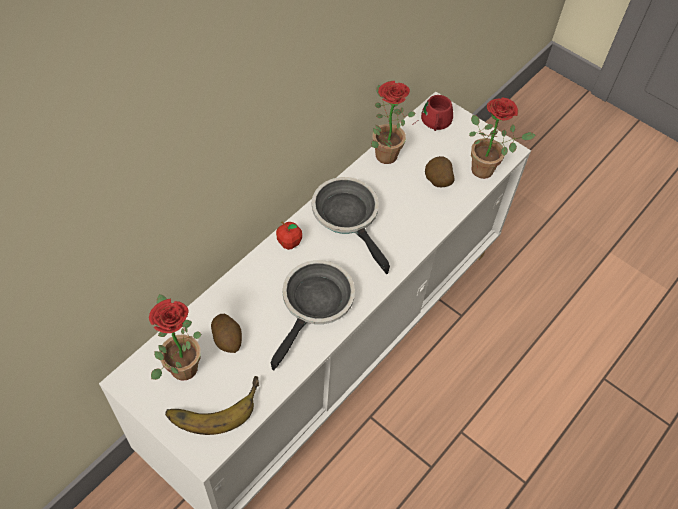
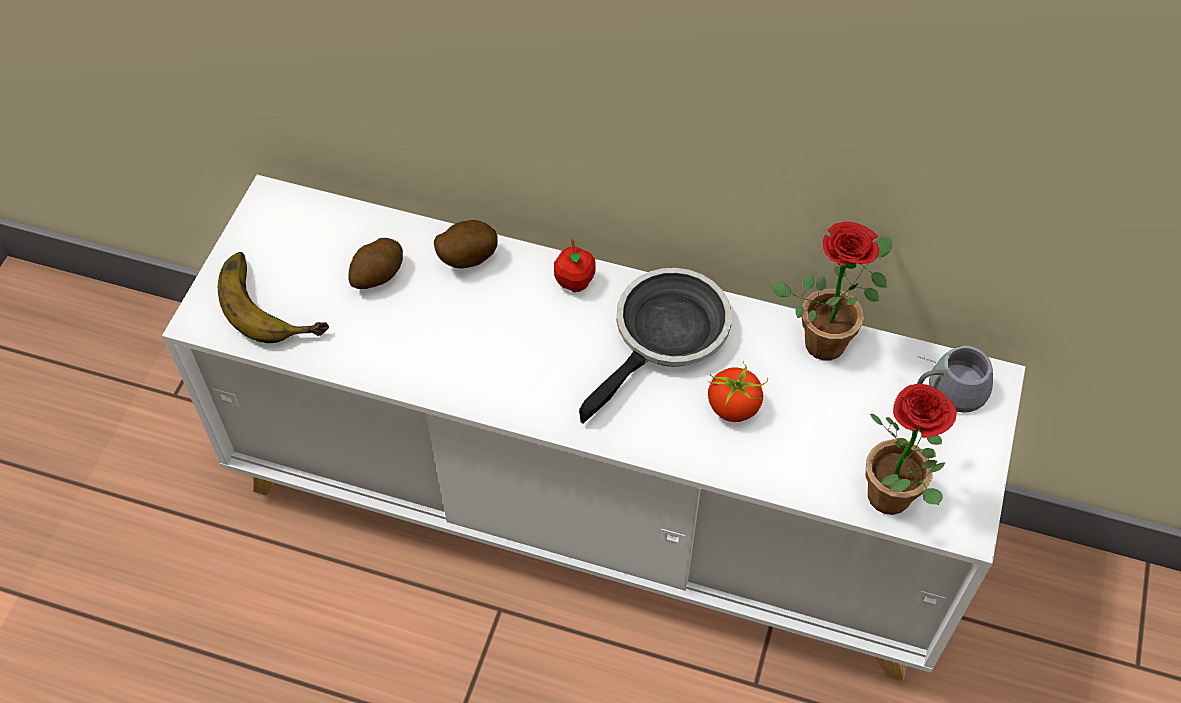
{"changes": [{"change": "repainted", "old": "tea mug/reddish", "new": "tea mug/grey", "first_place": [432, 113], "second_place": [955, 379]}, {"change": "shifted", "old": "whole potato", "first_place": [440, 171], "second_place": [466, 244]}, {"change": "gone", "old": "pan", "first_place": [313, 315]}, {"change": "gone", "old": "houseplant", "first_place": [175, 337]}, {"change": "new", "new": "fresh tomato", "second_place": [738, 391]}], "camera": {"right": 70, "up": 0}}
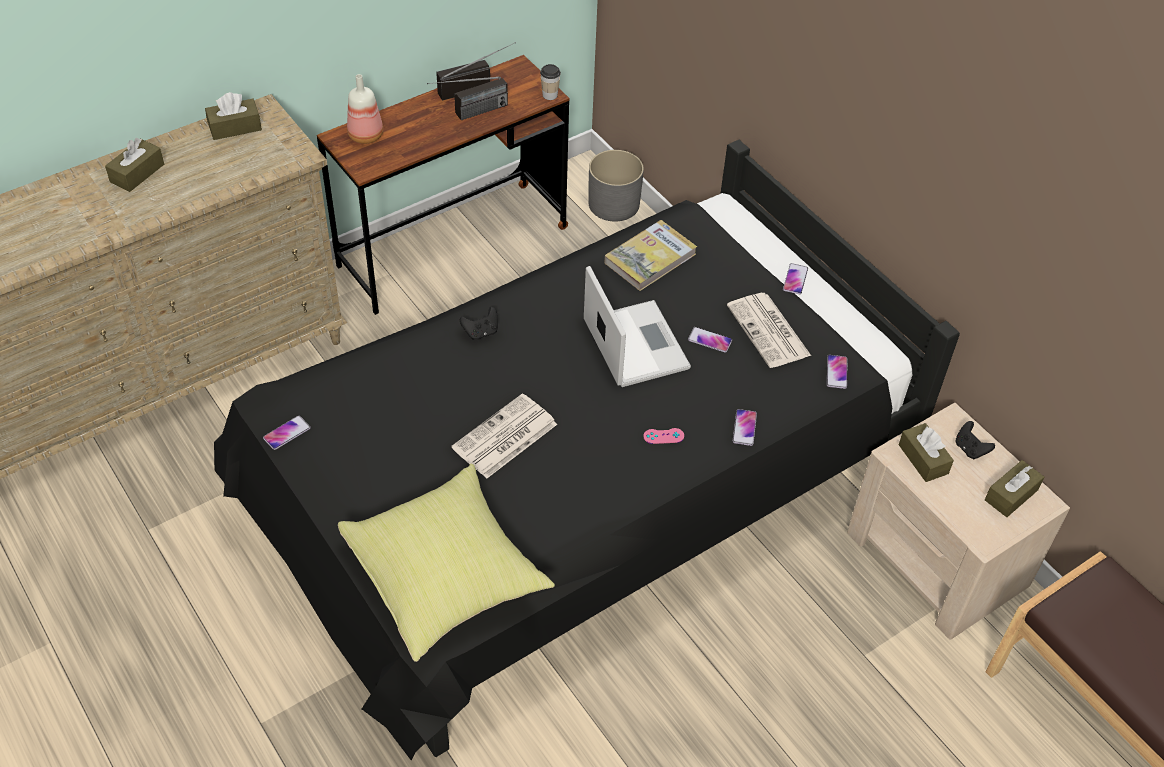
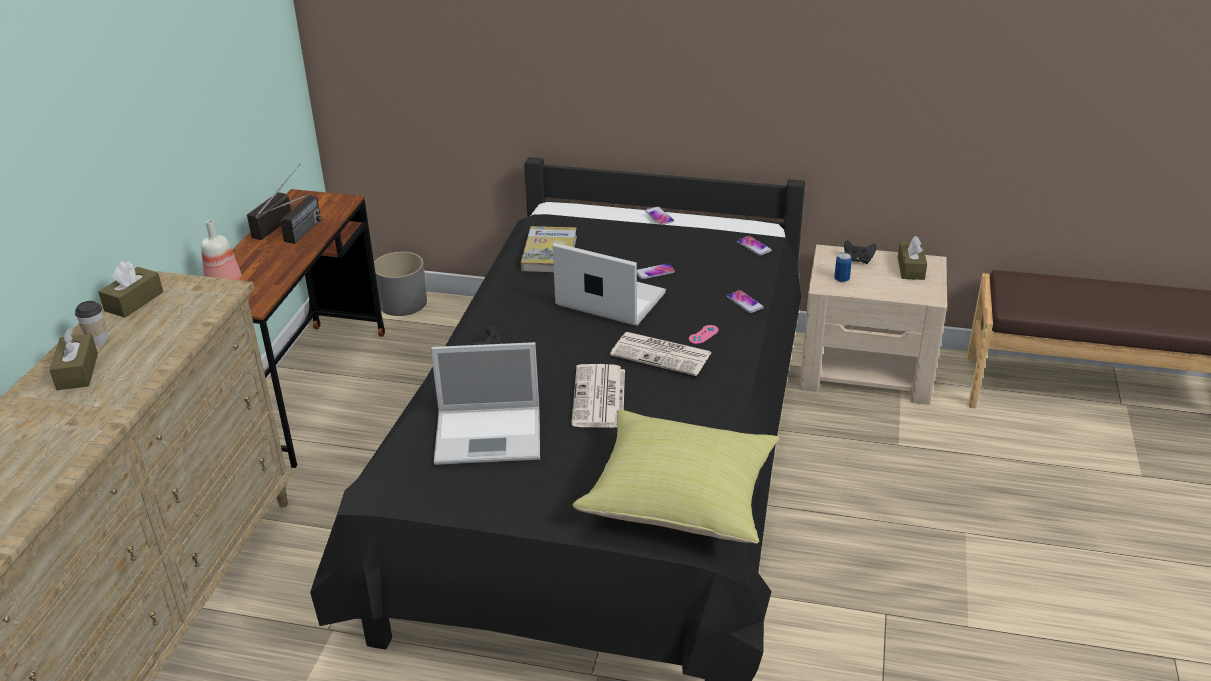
{"changes": [{"change": "shifted", "old": "small cup", "first_place": [550, 82], "second_place": [91, 323]}, {"change": "shifted", "old": "printed paper", "first_place": [769, 330], "second_place": [661, 354]}, {"change": "gone", "old": "phone", "first_place": [287, 433]}, {"change": "swapped", "old": "box of tissues/brown-coloured", "new": "can", "first_place": [926, 452], "second_place": [843, 267]}, {"change": "new", "new": "portable computer", "second_place": [485, 403]}], "camera": {"right": -40, "up": -15}}
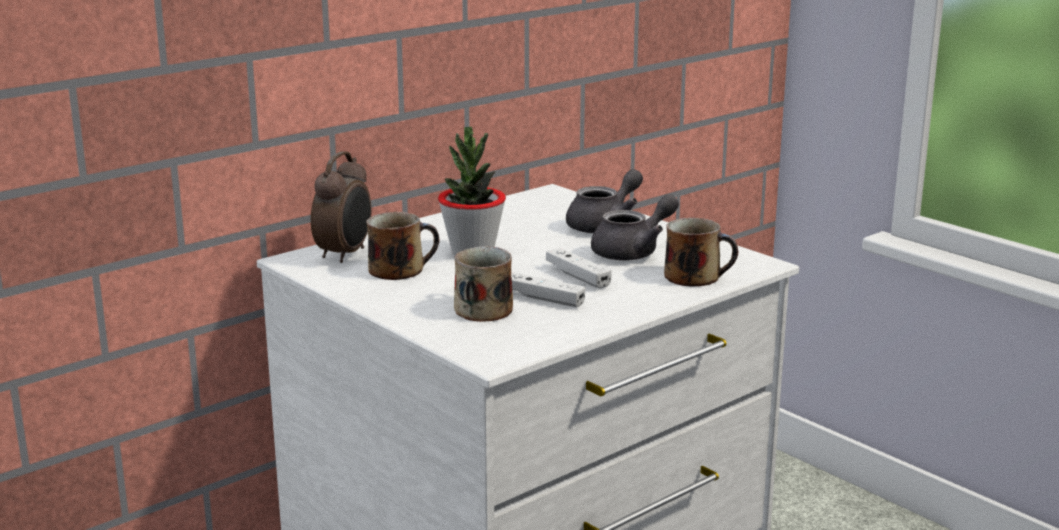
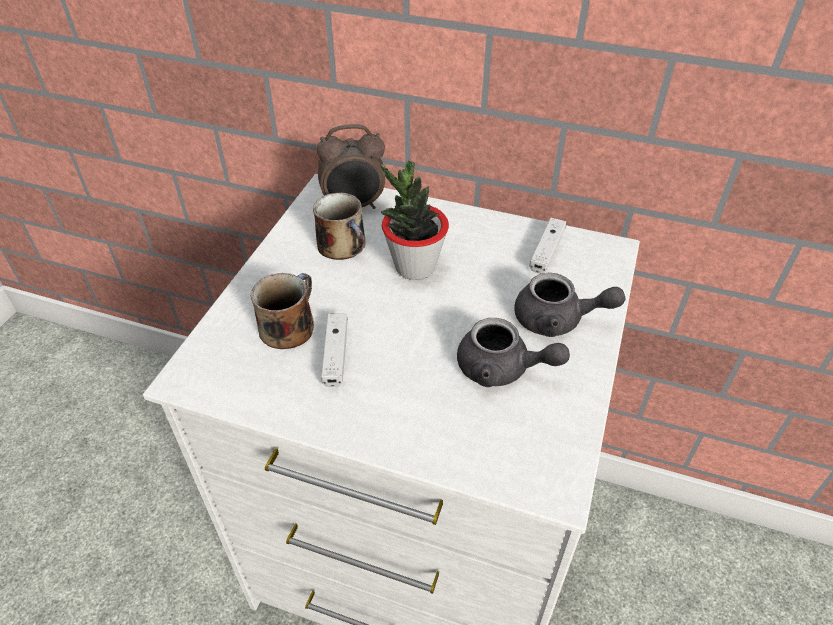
{"changes": [{"change": "gone", "old": "tea mug", "first_place": [701, 252]}, {"change": "shifted", "old": "game controller/whitish", "first_place": [579, 268], "second_place": [547, 246]}], "camera": {"right": 60, "up": 25}}
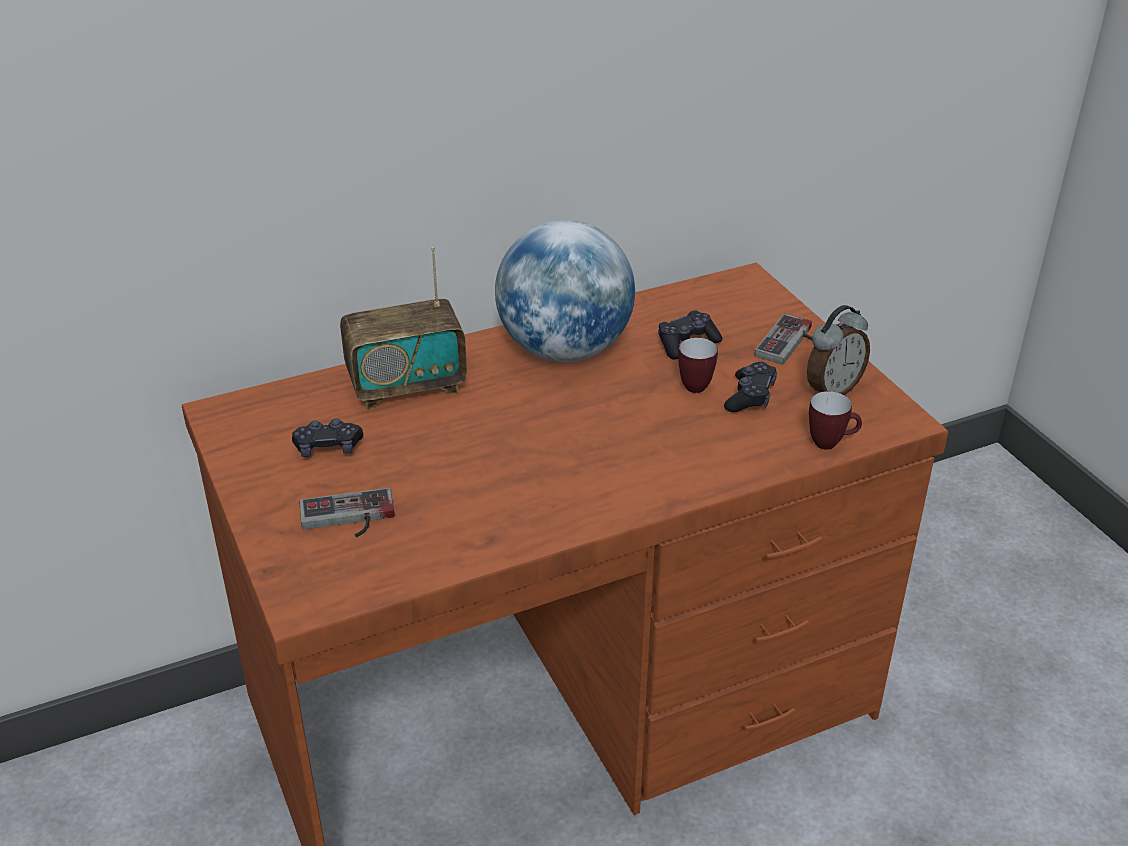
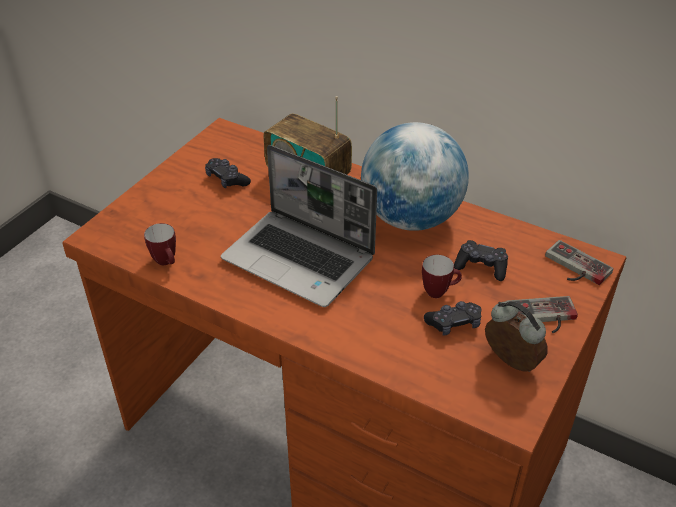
{"changes": [{"change": "rotated", "old": "alarm clock", "first_place": [838, 350], "second_place": [516, 336], "degrees": -150}, {"change": "shifted", "old": "tea mug", "first_place": [835, 420], "second_place": [160, 244]}, {"change": "shifted", "old": "game controller", "first_place": [347, 512], "second_place": [579, 262]}, {"change": "new", "new": "portable computer", "second_place": [299, 226]}], "camera": {"right": 55, "up": 5}}
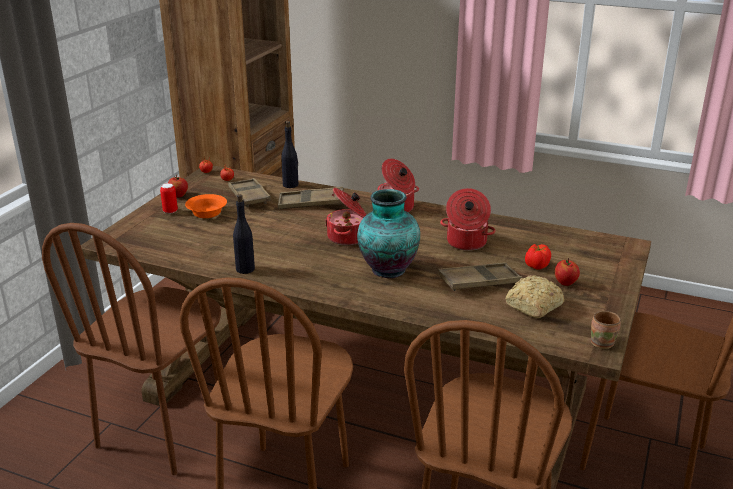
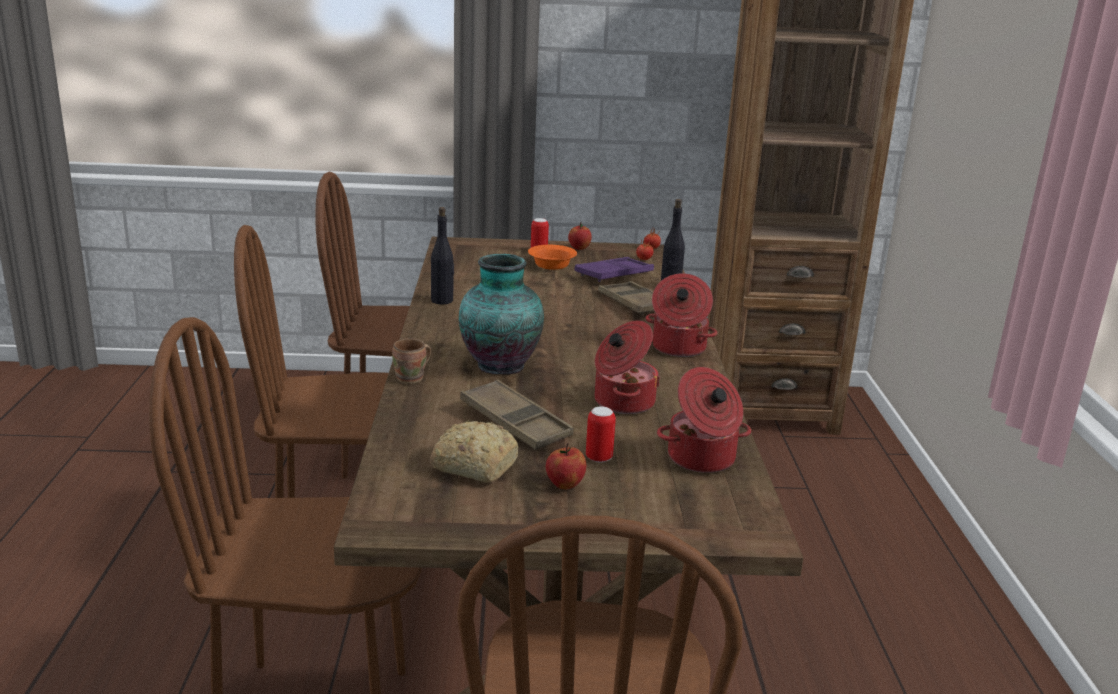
{"changes": [{"change": "repainted", "old": "tray/brown-coloured", "new": "tray/purple", "first_place": [249, 192], "second_place": [614, 269]}, {"change": "shifted", "old": "cooking pot", "first_place": [345, 216], "second_place": [704, 420]}, {"change": "swapped", "old": "fresh tomato", "new": "can", "first_place": [538, 257], "second_place": [601, 434]}, {"change": "shifted", "old": "tea mug/brown-coloured", "first_place": [606, 330], "second_place": [411, 361]}], "camera": {"right": 65, "up": -5}}
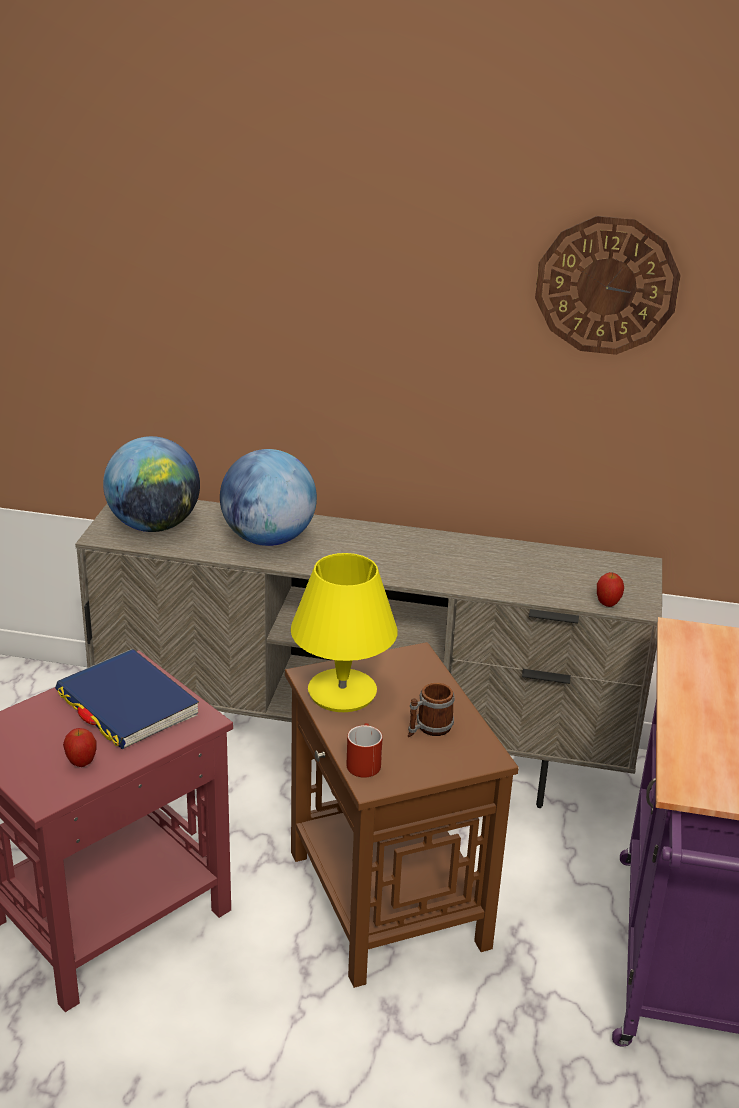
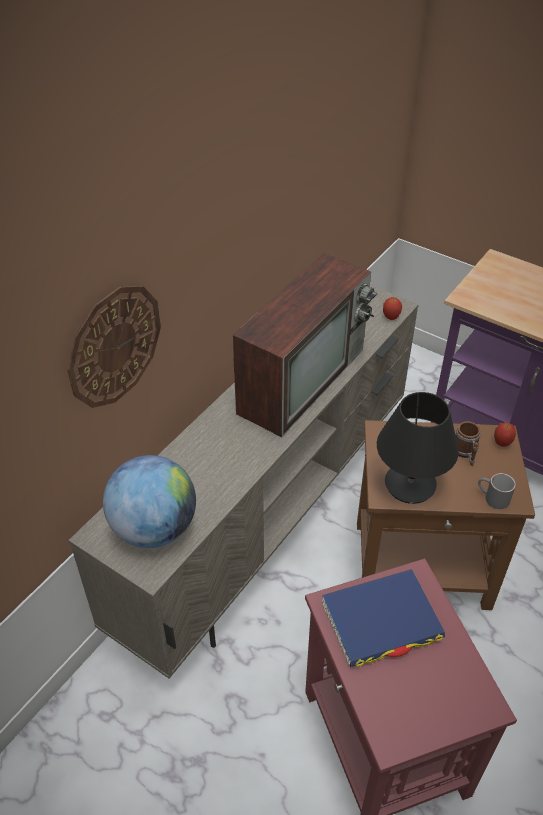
{"changes": [{"change": "shifted", "old": "wall clock", "first_place": [607, 285], "second_place": [114, 347]}, {"change": "gone", "old": "desk globe", "first_place": [268, 497]}, {"change": "repainted", "old": "table lamp/yellow-coloured", "new": "table lamp/black", "first_place": [344, 632], "second_place": [418, 448]}, {"change": "repainted", "old": "tea mug/reddish", "new": "tea mug/grey", "first_place": [364, 750], "second_place": [497, 491]}, {"change": "shifted", "old": "apple", "first_place": [80, 747], "second_place": [505, 434]}, {"change": "new", "new": "TV set", "second_place": [304, 345]}], "camera": {"right": -65, "up": 15}}
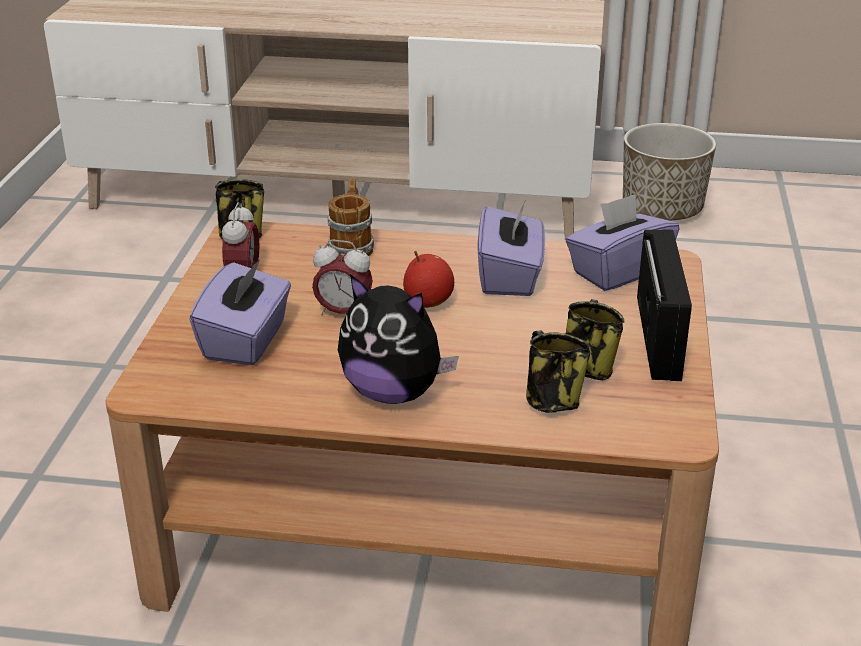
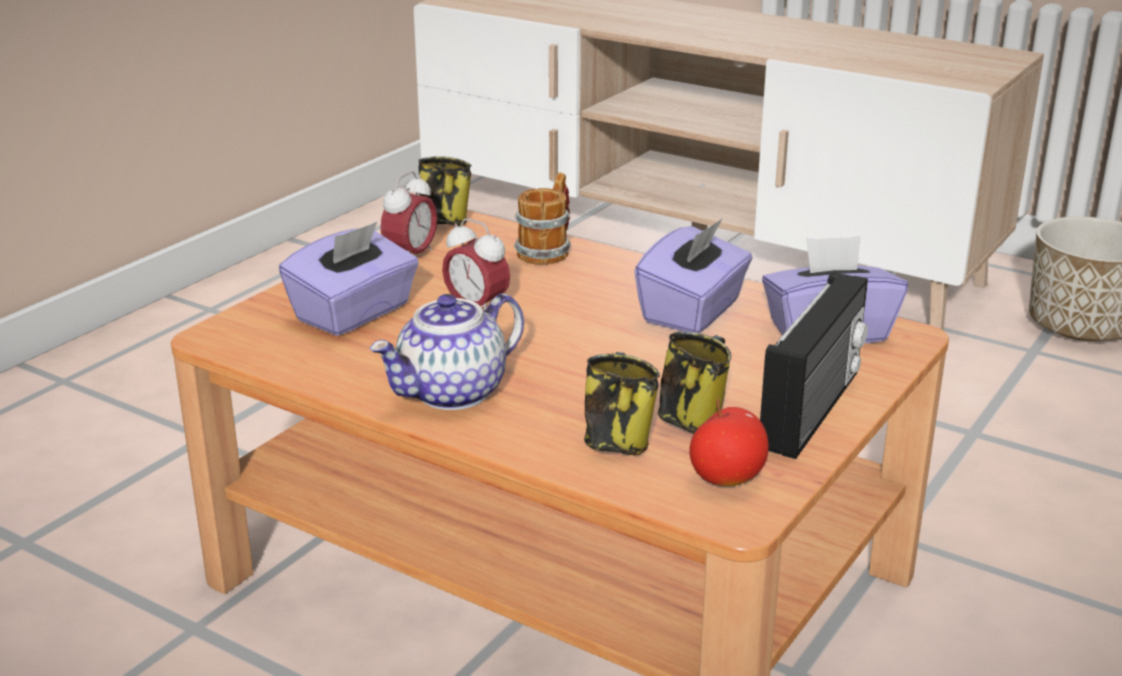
{"changes": [{"change": "shifted", "old": "apple", "first_place": [428, 279], "second_place": [729, 442]}, {"change": "swapped", "old": "plush toy", "new": "tea pot", "first_place": [398, 339], "second_place": [446, 351]}], "camera": {"right": 25, "up": -5}}
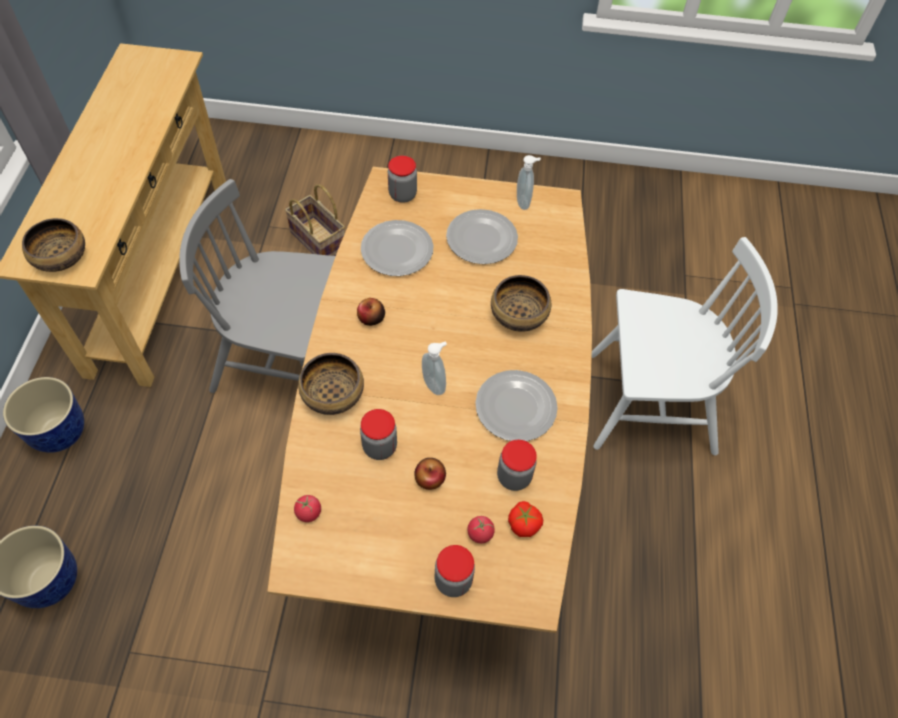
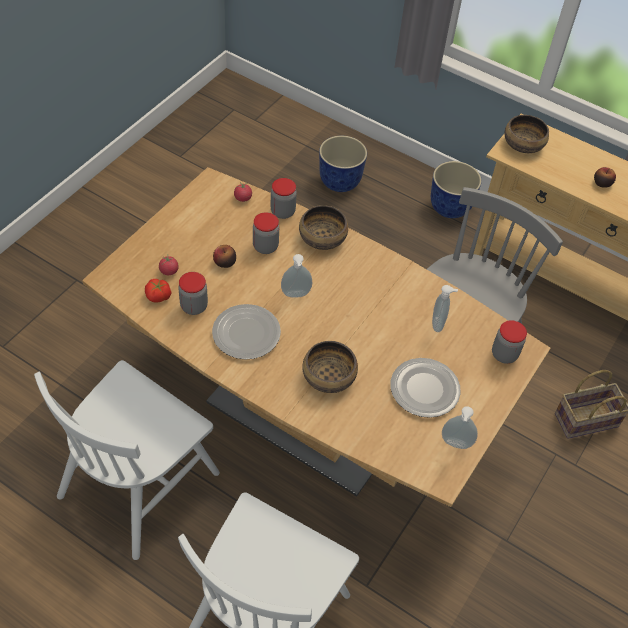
{"changes": [{"change": "swapped", "old": "flat dish", "new": "soap dispenser", "first_place": [397, 248], "second_place": [445, 308]}, {"change": "shifted", "old": "apple", "first_place": [371, 312], "second_place": [605, 177]}, {"change": "shifted", "old": "jar", "first_place": [455, 571], "second_place": [283, 198]}, {"change": "new", "new": "chair/whitish", "second_place": [127, 460]}], "camera": {"right": 115, "up": -5}}
